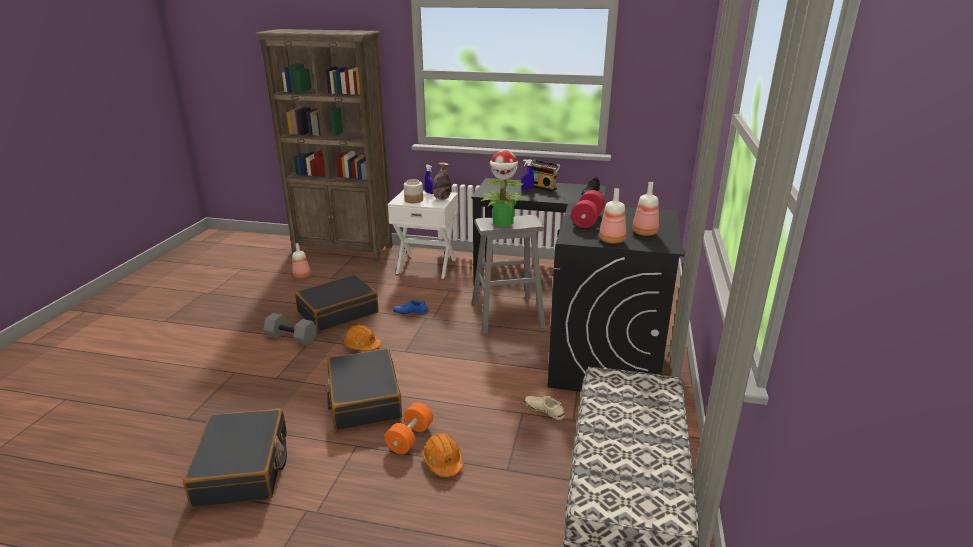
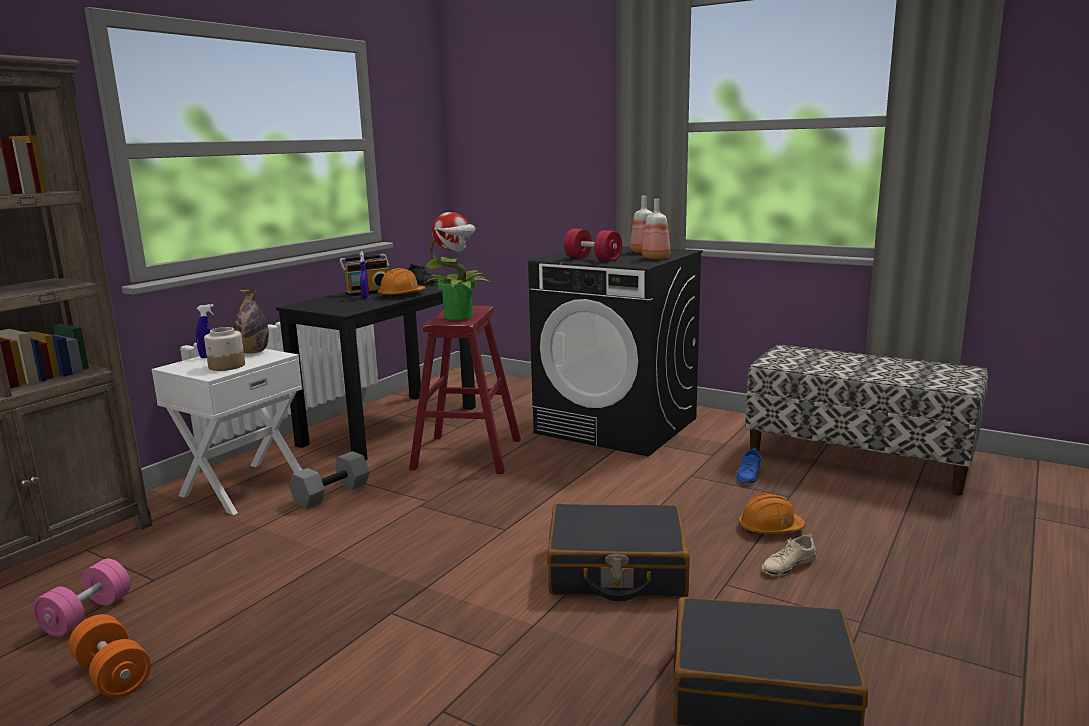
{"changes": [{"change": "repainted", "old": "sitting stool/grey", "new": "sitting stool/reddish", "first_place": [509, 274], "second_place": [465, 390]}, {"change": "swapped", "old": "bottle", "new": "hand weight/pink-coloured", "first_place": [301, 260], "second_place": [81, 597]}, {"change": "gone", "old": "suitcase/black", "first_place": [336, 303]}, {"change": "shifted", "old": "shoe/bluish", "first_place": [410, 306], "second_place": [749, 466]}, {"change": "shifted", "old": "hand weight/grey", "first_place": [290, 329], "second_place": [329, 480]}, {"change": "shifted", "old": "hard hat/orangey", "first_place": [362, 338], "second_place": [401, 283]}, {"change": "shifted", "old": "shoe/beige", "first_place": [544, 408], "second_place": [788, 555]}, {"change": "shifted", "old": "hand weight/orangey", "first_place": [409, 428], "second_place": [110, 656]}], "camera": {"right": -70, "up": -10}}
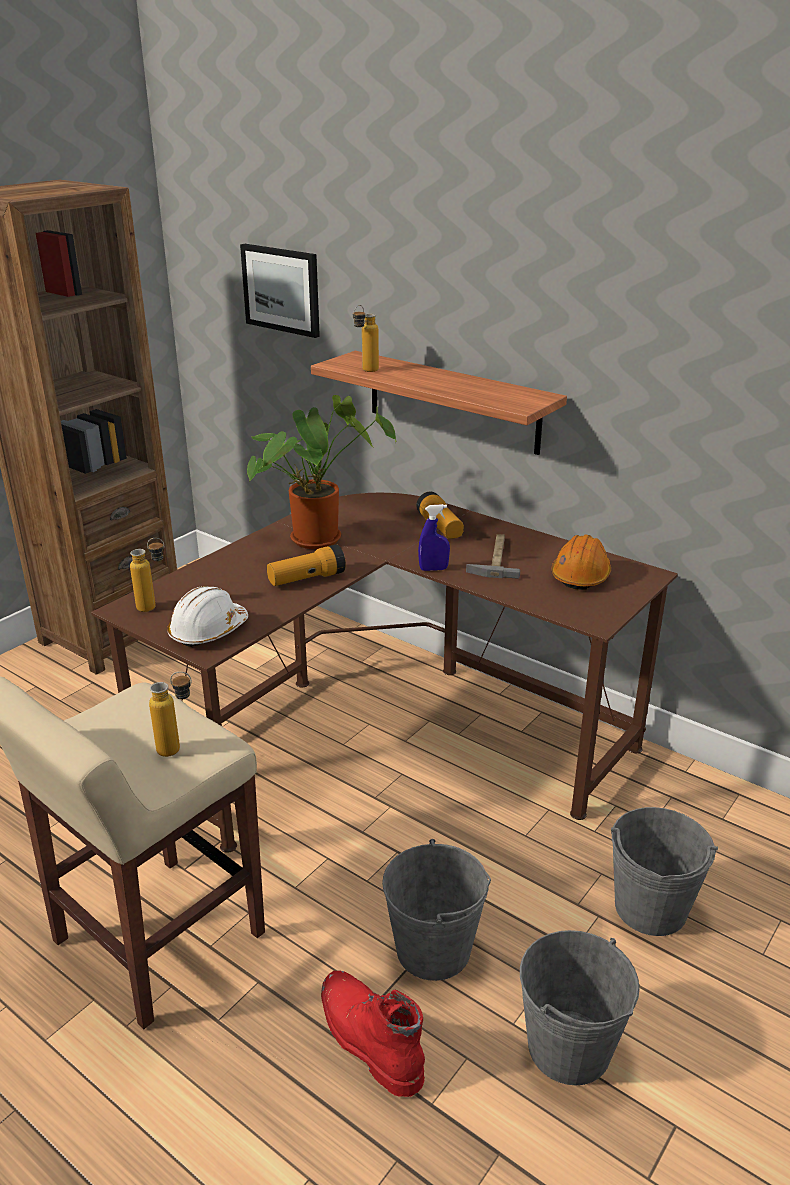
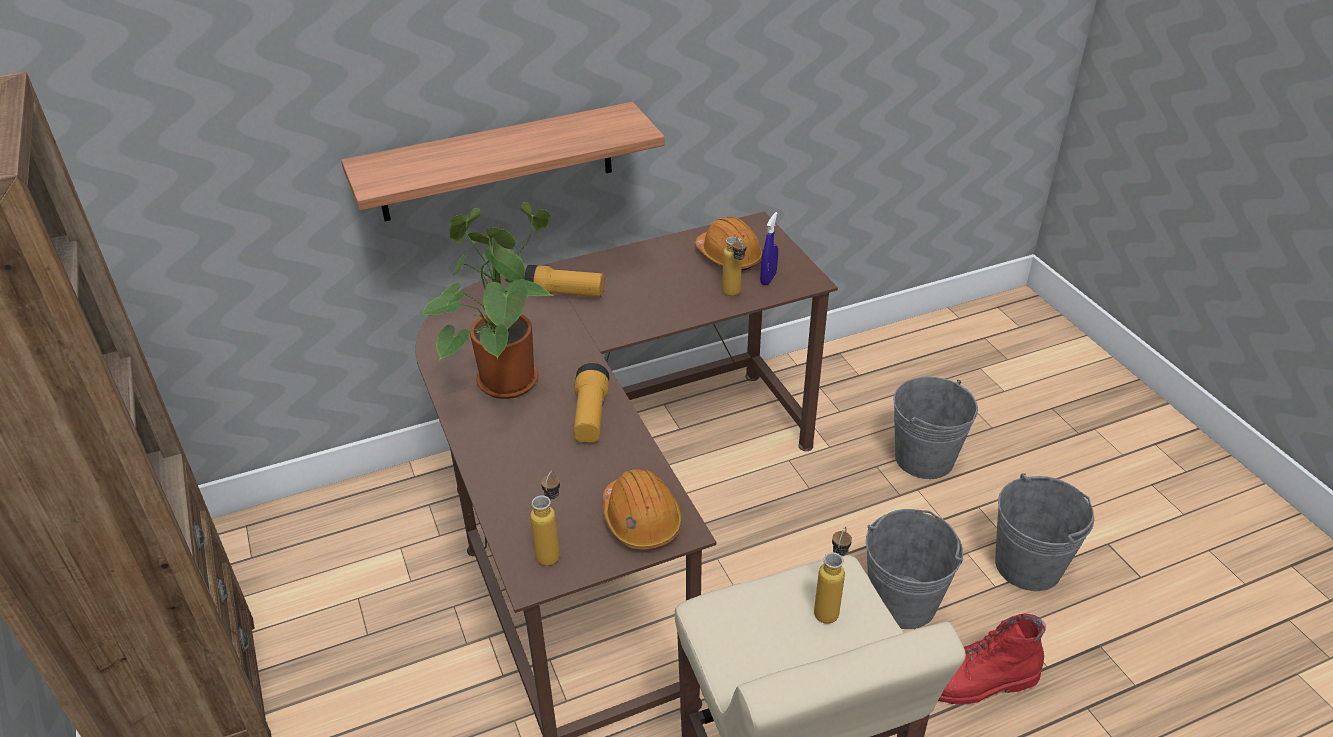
{"changes": [{"change": "gone", "old": "picture", "first_place": [280, 291]}, {"change": "shifted", "old": "bottle", "first_place": [366, 338], "second_place": [734, 266]}, {"change": "shifted", "old": "hand sprayer/bluish", "first_place": [434, 537], "second_place": [769, 248]}, {"change": "gone", "old": "hand hammer", "first_place": [493, 556]}, {"change": "repainted", "old": "hard hat/whitish", "new": "hard hat/orangey", "first_place": [207, 616], "second_place": [642, 509]}], "camera": {"right": -60, "up": 10}}
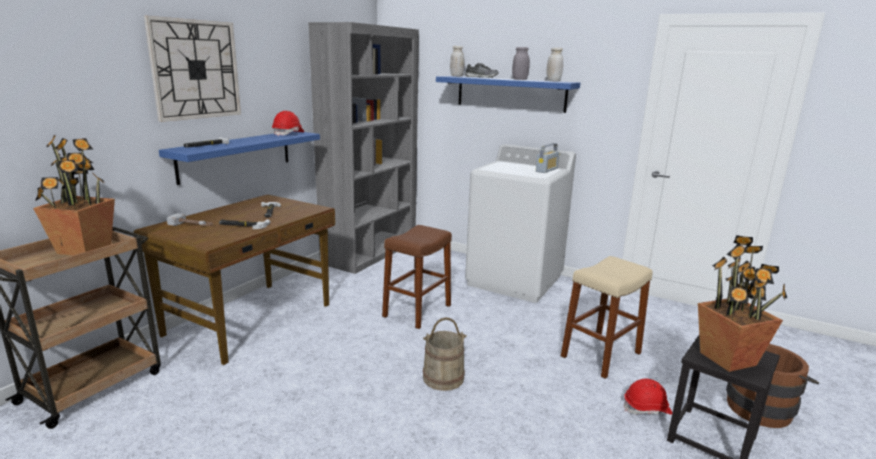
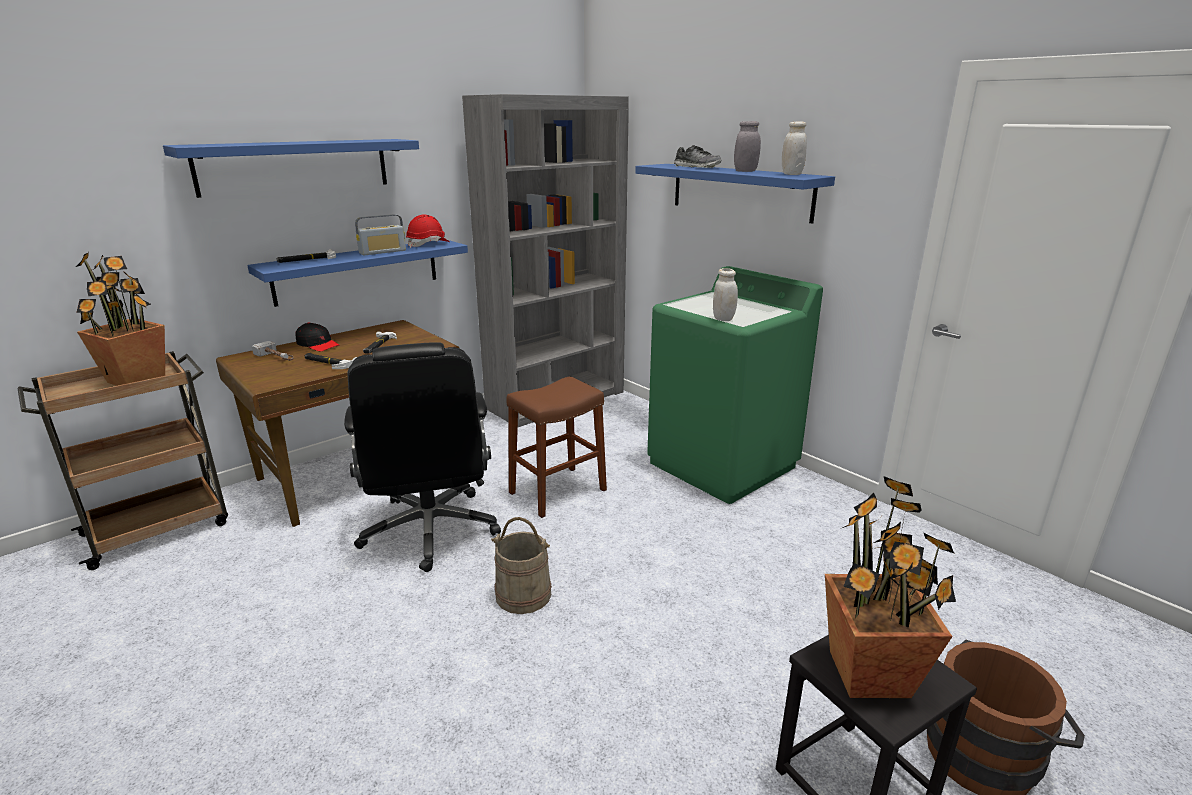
{"changes": [{"change": "swapped", "old": "wall clock", "new": "bracket shelf/bluish", "first_place": [192, 69], "second_place": [291, 168]}, {"change": "shifted", "old": "jar/whitish", "first_place": [457, 61], "second_place": [725, 294]}, {"change": "shifted", "old": "radio set", "first_place": [548, 158], "second_place": [380, 234]}, {"change": "repainted", "old": "washing machine/whitish", "new": "washing machine/green-coloured", "first_place": [520, 223], "second_place": [735, 385]}, {"change": "gone", "old": "sitting stool/beige", "first_place": [606, 317]}, {"change": "gone", "old": "hard hat/reddish", "first_place": [648, 396]}, {"change": "new", "new": "baseball cap/black", "second_place": [317, 336]}, {"change": "new", "new": "office chair/black", "second_place": [422, 457]}], "camera": {"right": 20, "up": 5}}
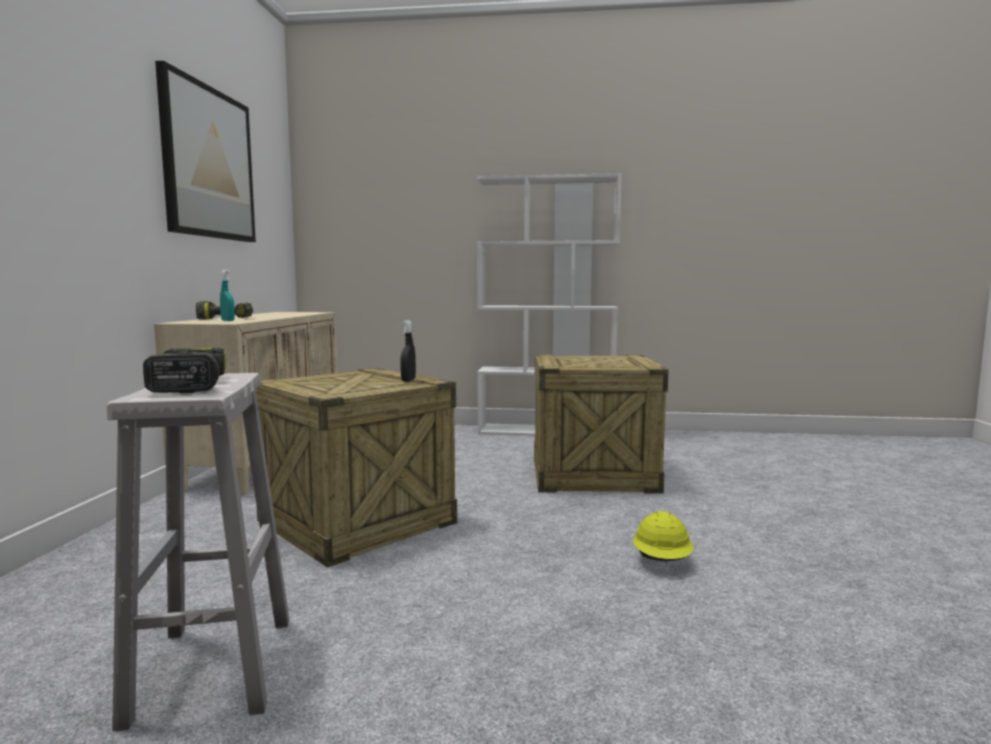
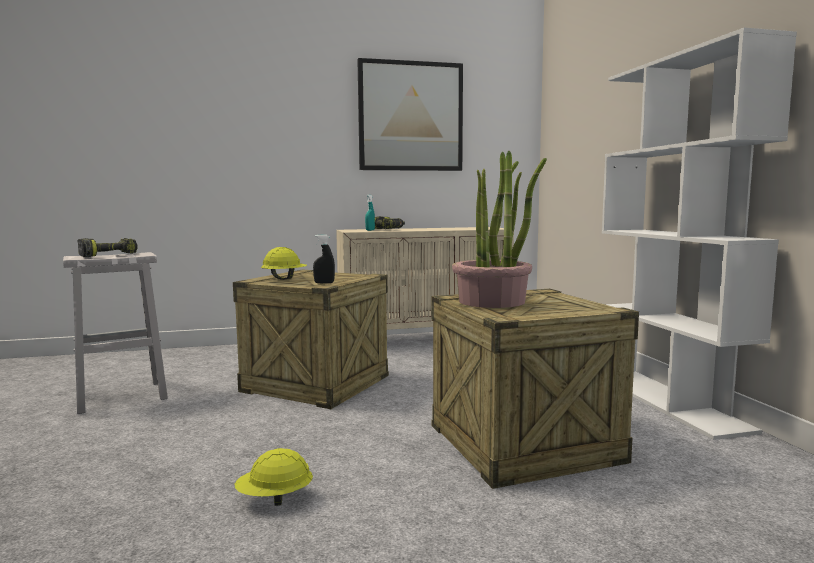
{"changes": [{"change": "new", "new": "houseplant", "second_place": [499, 229]}, {"change": "new", "new": "hard hat/yellow-coloured", "second_place": [284, 263]}], "camera": {"right": 70, "up": 0}}
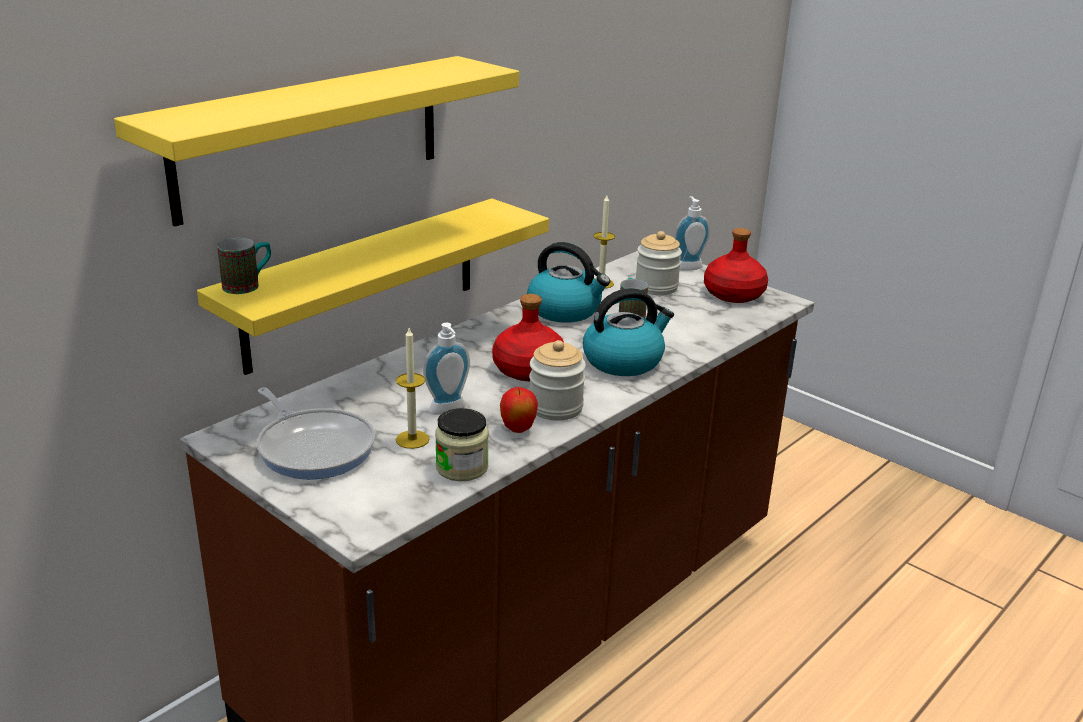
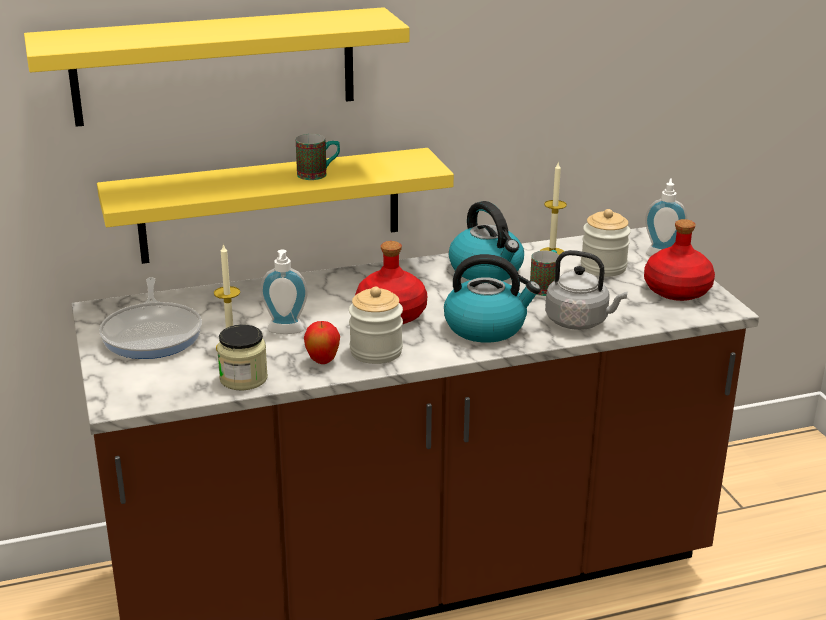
{"changes": [{"change": "shifted", "old": "tea mug", "first_place": [244, 266], "second_place": [318, 157]}, {"change": "new", "new": "tea kettle/grey", "second_place": [586, 290]}], "camera": {"right": 30, "up": 0}}
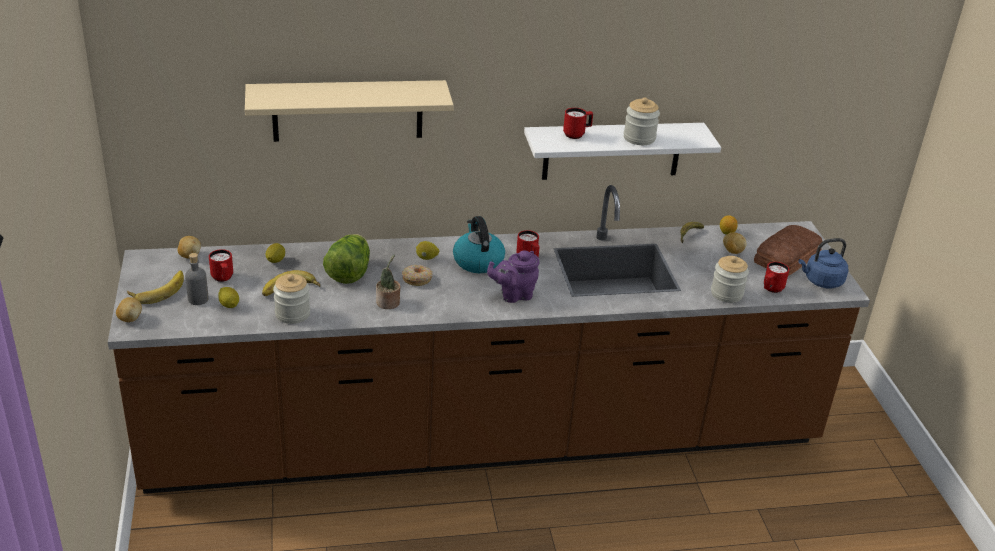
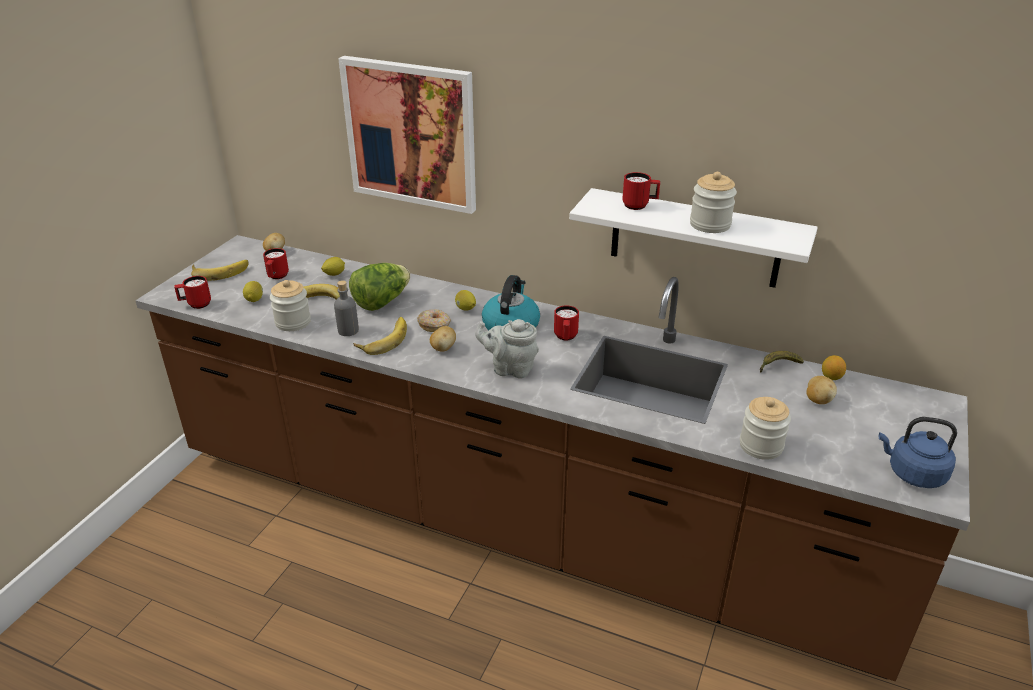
{"changes": [{"change": "swapped", "old": "bracket shelf/beige", "new": "picture", "first_place": [349, 111], "second_place": [407, 135]}, {"change": "gone", "old": "baked bread", "first_place": [788, 250]}, {"change": "repainted", "old": "tea pot/purple", "new": "tea pot/grey", "first_place": [513, 276], "second_place": [507, 349]}, {"change": "shifted", "old": "bottle/grey", "first_place": [197, 279], "second_place": [346, 308]}, {"change": "swapped", "old": "houseplant", "new": "banana", "first_place": [388, 282], "second_place": [380, 336]}, {"change": "shifted", "old": "tea mug/reddish", "first_place": [776, 277], "second_place": [192, 292]}, {"change": "shifted", "old": "whole potato", "first_place": [129, 309], "second_place": [443, 339]}], "camera": {"right": 35, "up": 0}}
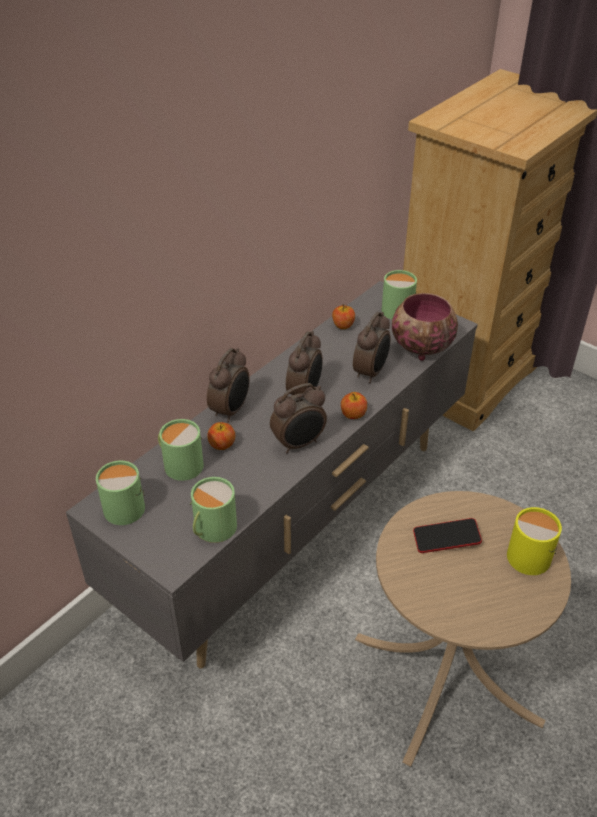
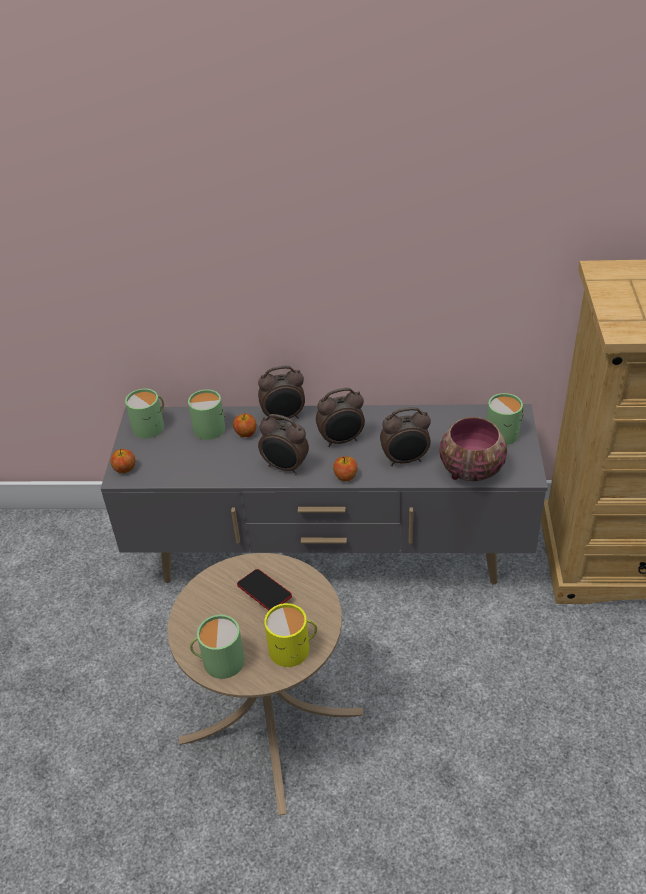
{"changes": [{"change": "shifted", "old": "apple", "first_place": [343, 316], "second_place": [122, 461]}, {"change": "shifted", "old": "tea mug/green-coloured", "first_place": [213, 510], "second_place": [217, 647]}], "camera": {"right": 55, "up": 0}}
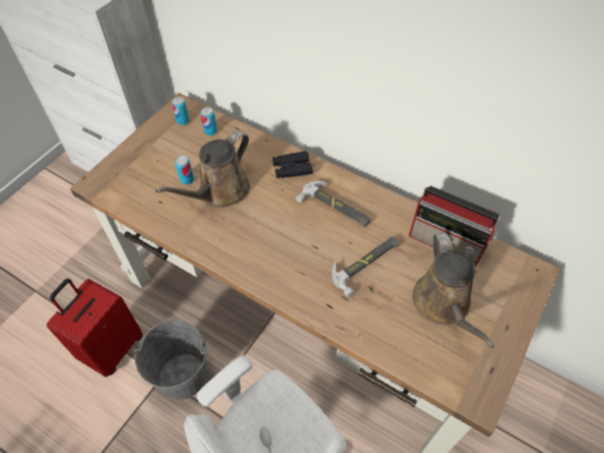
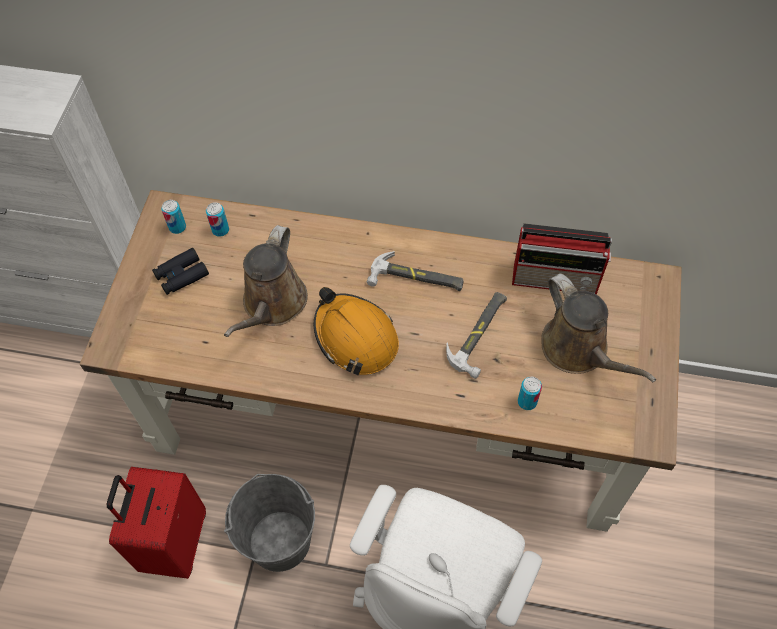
{"changes": [{"change": "shifted", "old": "pair of binoculars/black", "first_place": [292, 164], "second_place": [180, 271]}, {"change": "shifted", "old": "can", "first_place": [184, 170], "second_place": [530, 393]}, {"change": "new", "new": "hard hat/orangey", "second_place": [356, 331]}], "camera": {"right": -20, "up": 5}}
